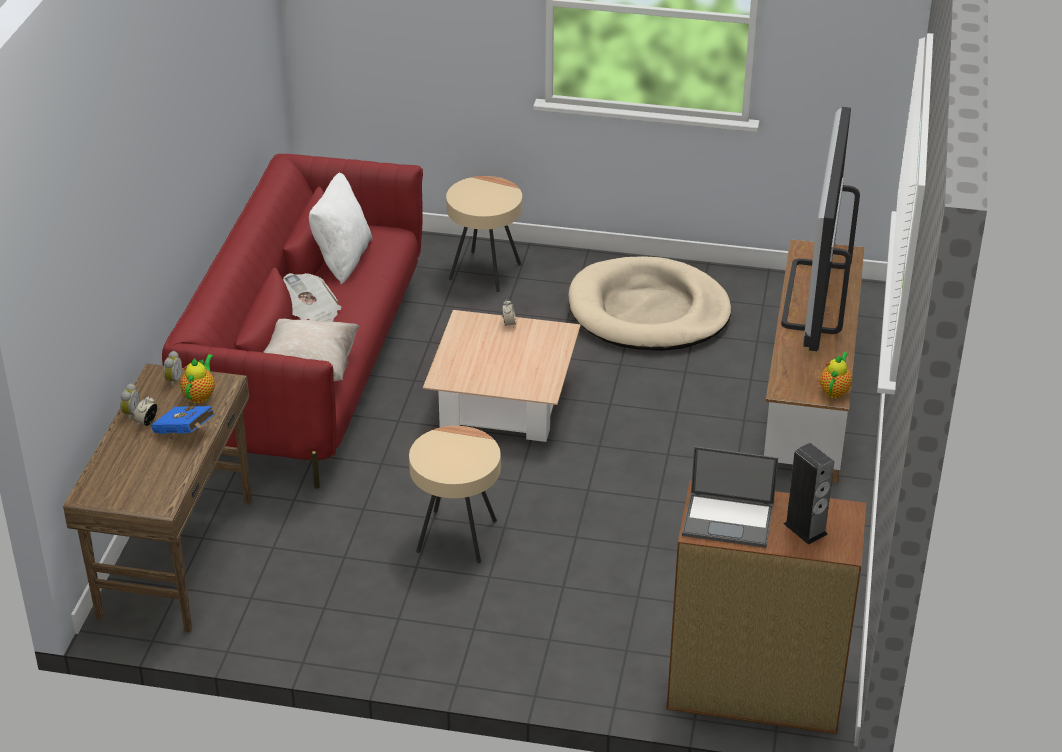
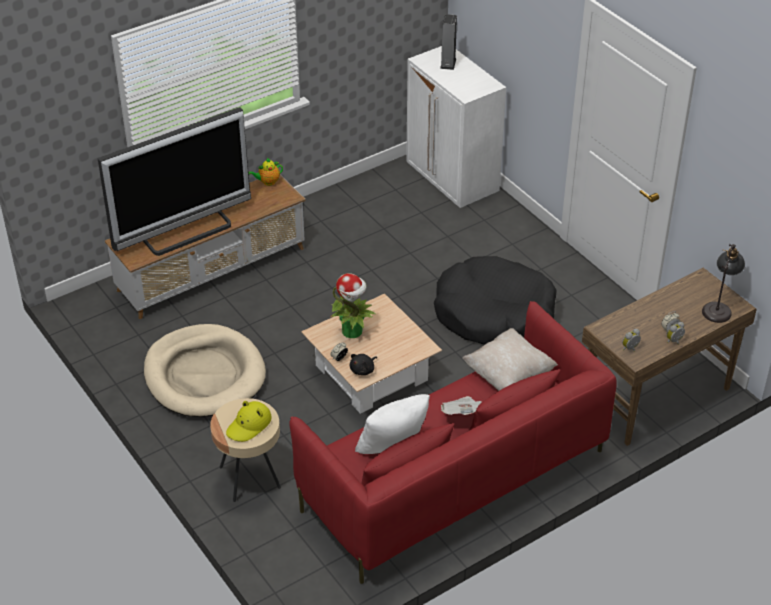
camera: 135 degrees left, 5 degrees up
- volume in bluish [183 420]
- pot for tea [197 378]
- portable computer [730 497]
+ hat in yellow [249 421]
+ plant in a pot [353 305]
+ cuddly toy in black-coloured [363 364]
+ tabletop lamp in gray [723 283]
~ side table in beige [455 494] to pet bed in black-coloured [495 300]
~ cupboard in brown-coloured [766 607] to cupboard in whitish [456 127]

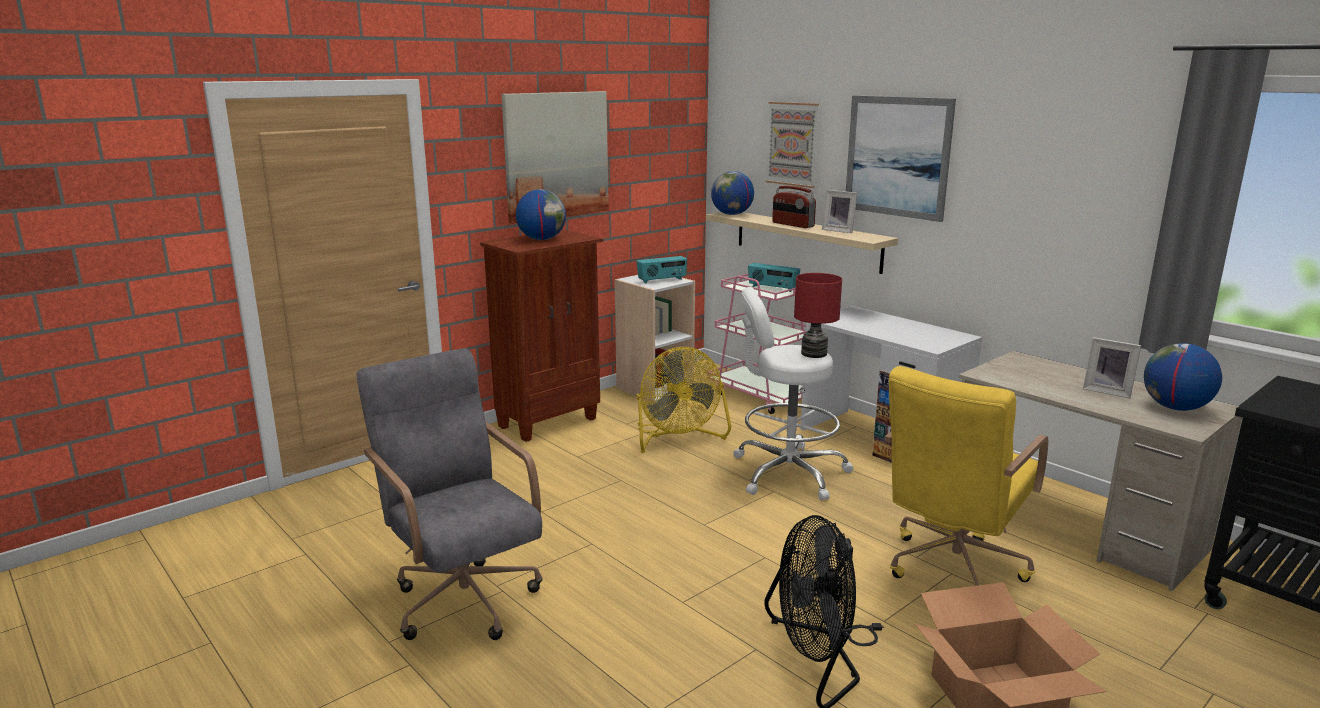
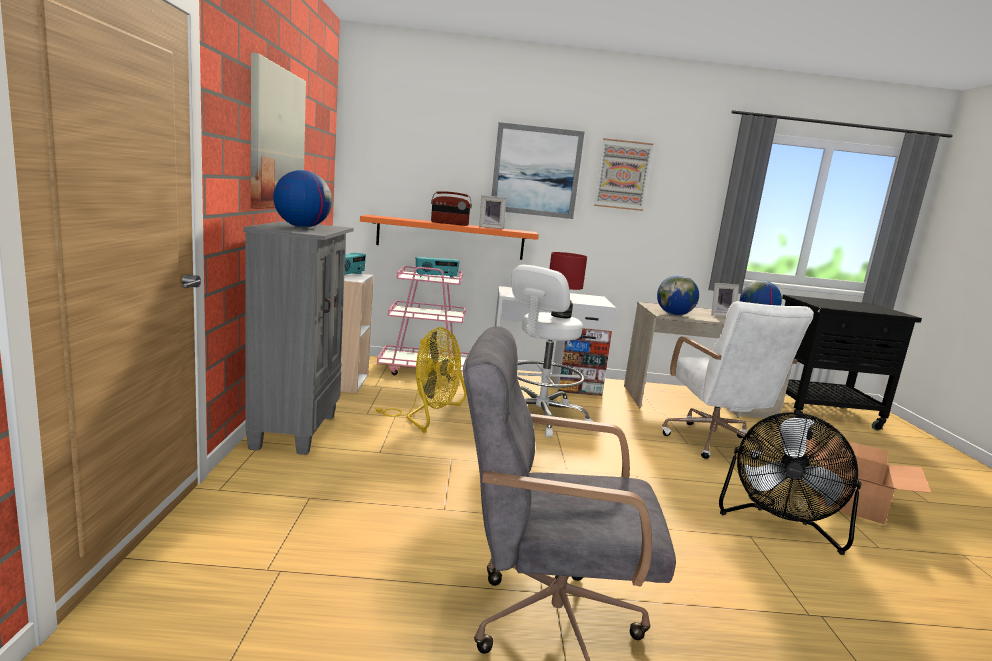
camera: 50 degrees left, 5 degrees down
~ world globe [732 193] to [678 295]
~ wall picture [792 145] to [624 174]
~ cupboard in brown-coloured [541 336] to cupboard in gray [299 338]
~ wall shelf in beige [802 243] to wall shelf in orange-coloured [449 237]
~ computer chair in yellow [966 476] to computer chair in whitish [737 380]

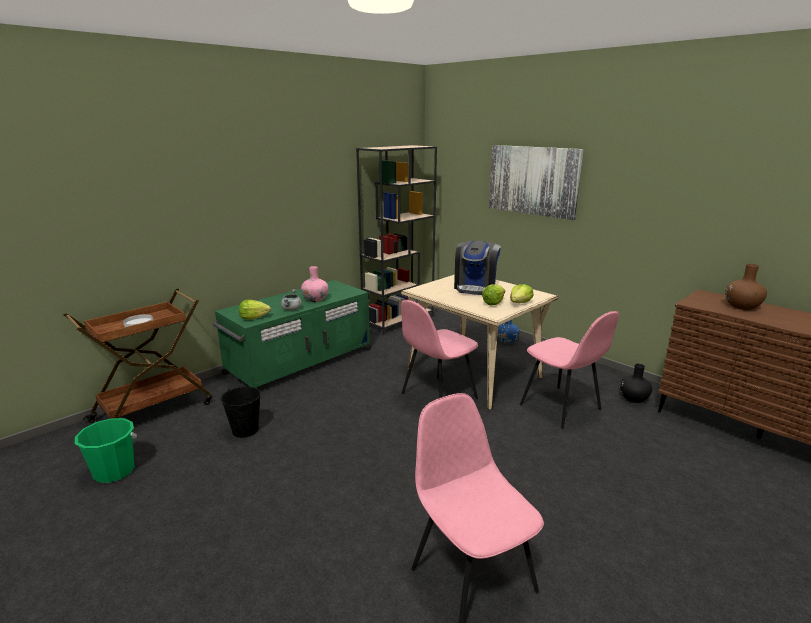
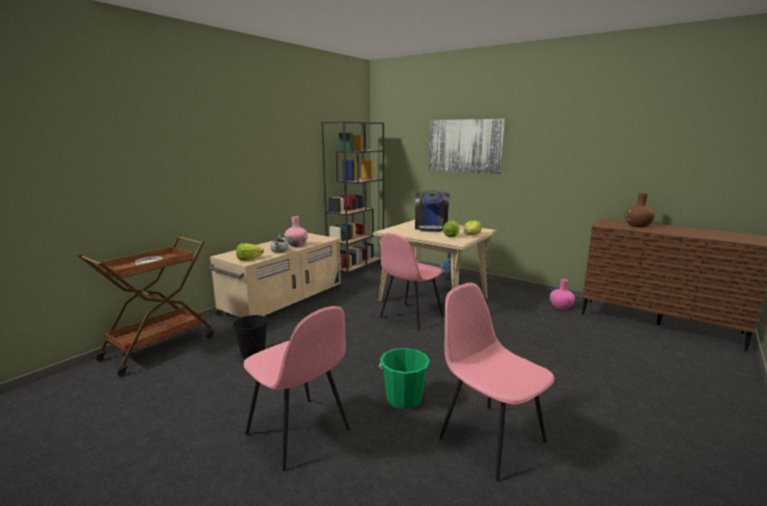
camera: 10 degrees left, 5 degrees down
~ pail in greenish [106 450] to [404 378]
~ plain chair in pink [569 370] to [297 388]
~ cupboard in greenish [292 334] to cupboard in beige [275 275]
~ vase in black-coloured [636 383] to vase in pink [562 294]

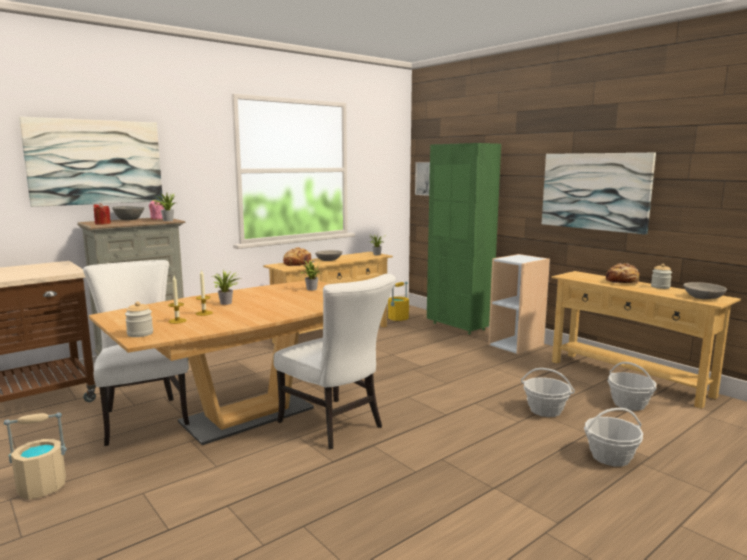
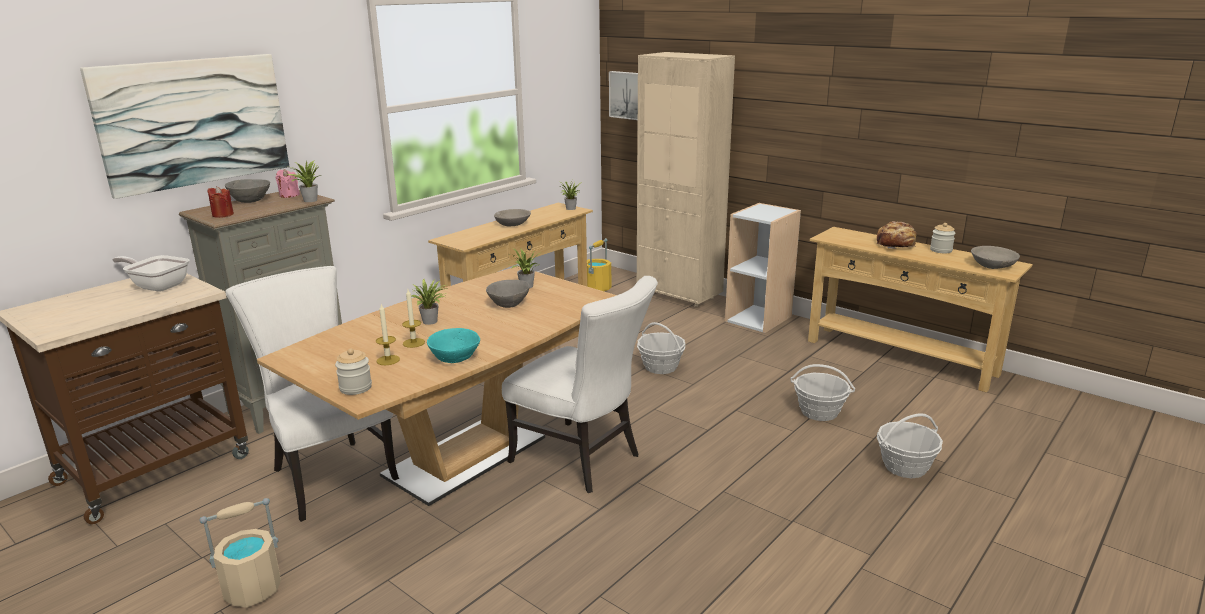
camera: 10 degrees left, 10 degrees up
- bakery bread [299 256]
- wall picture [599 194]
+ pan [151 273]
+ bowl in blue-green [453 345]
+ bowl in gray [508 294]
~ basket [632 386] to [661 348]
~ cupboard in greenish [464 238] to cupboard in beige [686 179]

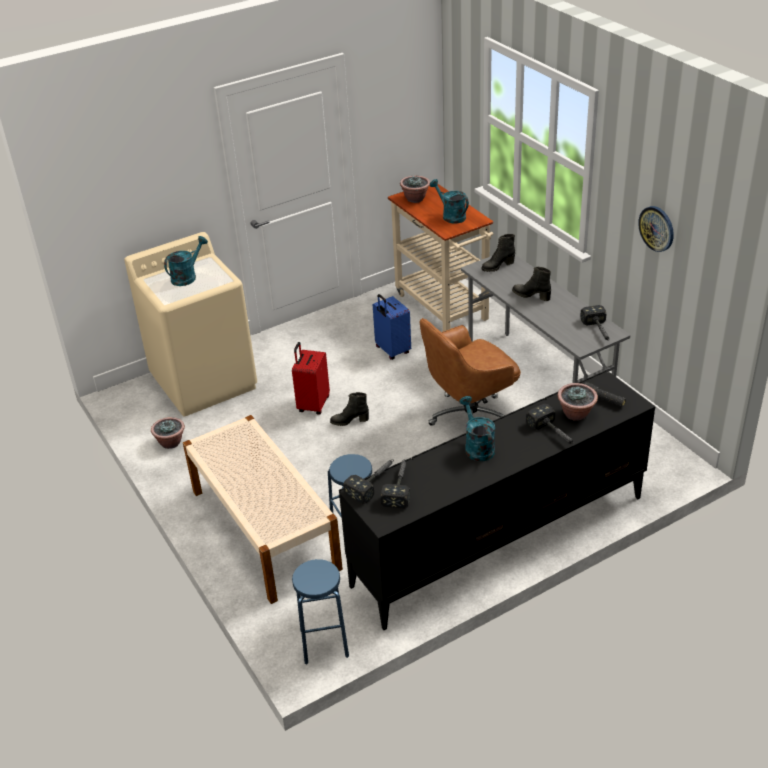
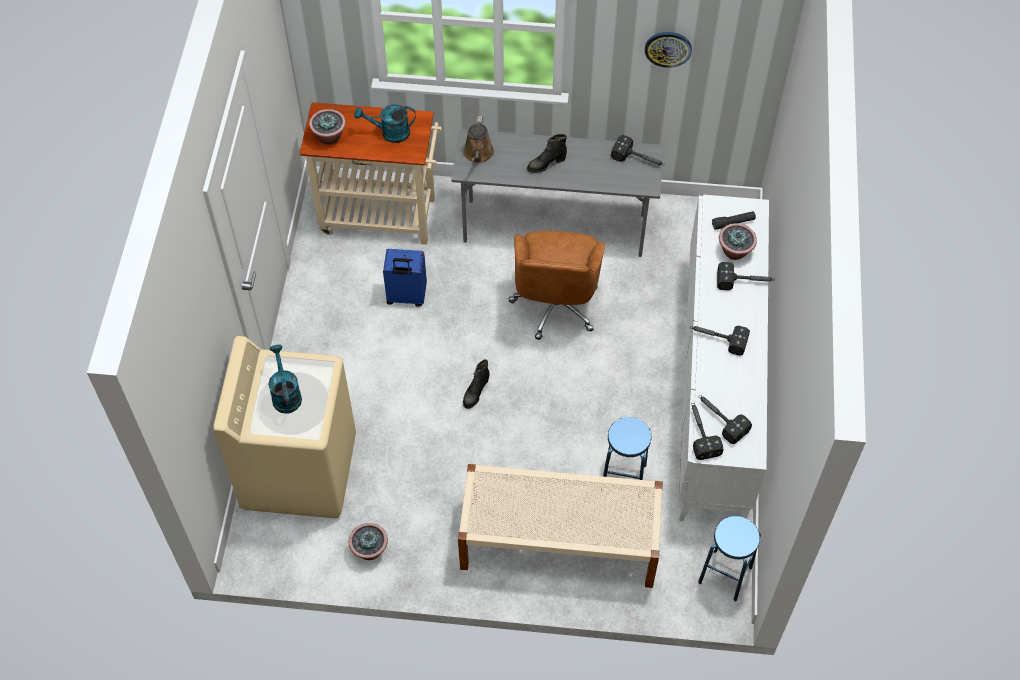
camera: 55 degrees left, 20 degrees up
- suitcase in red-coloured [311 378]
~ watering pot in blue-green [477 428] to tool hammer [720 340]
~ tall boot in black-coloured [498 253] to watering pot in brown-coloured [479 139]
~ cupboard in black-coloured [497 500] to cupboard in whitish [724 358]

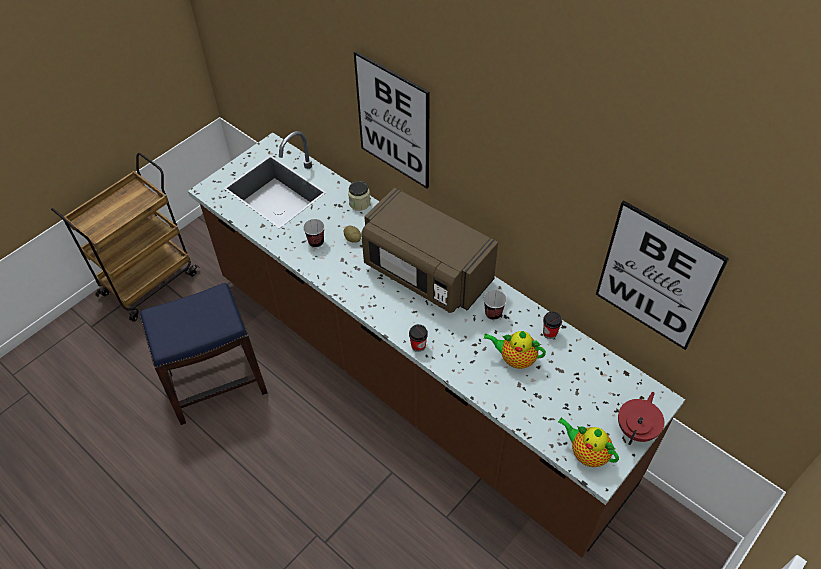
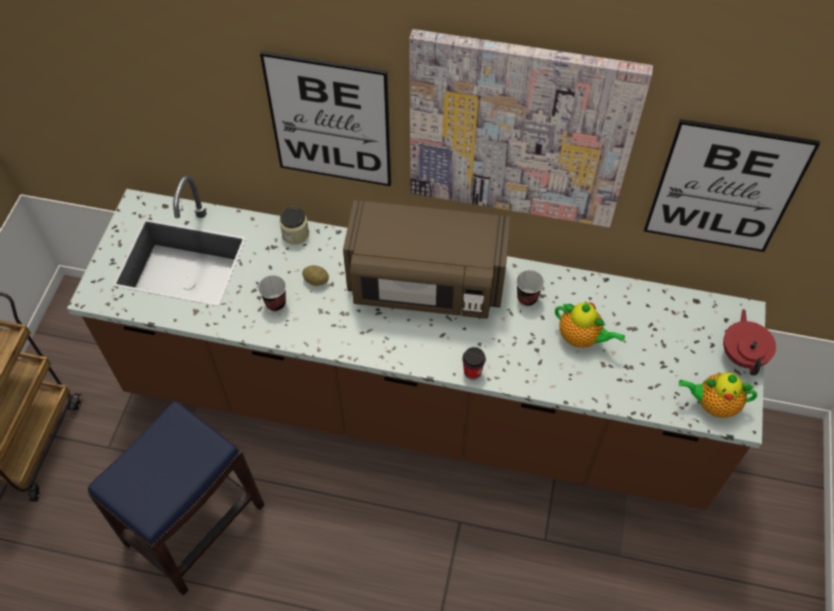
camera: 30 degrees left, 5 degrees up
- cup [552 325]
+ wall picture [531 128]
~ pot for tea [515 350] = [590 325] 135 degrees counterclockwise

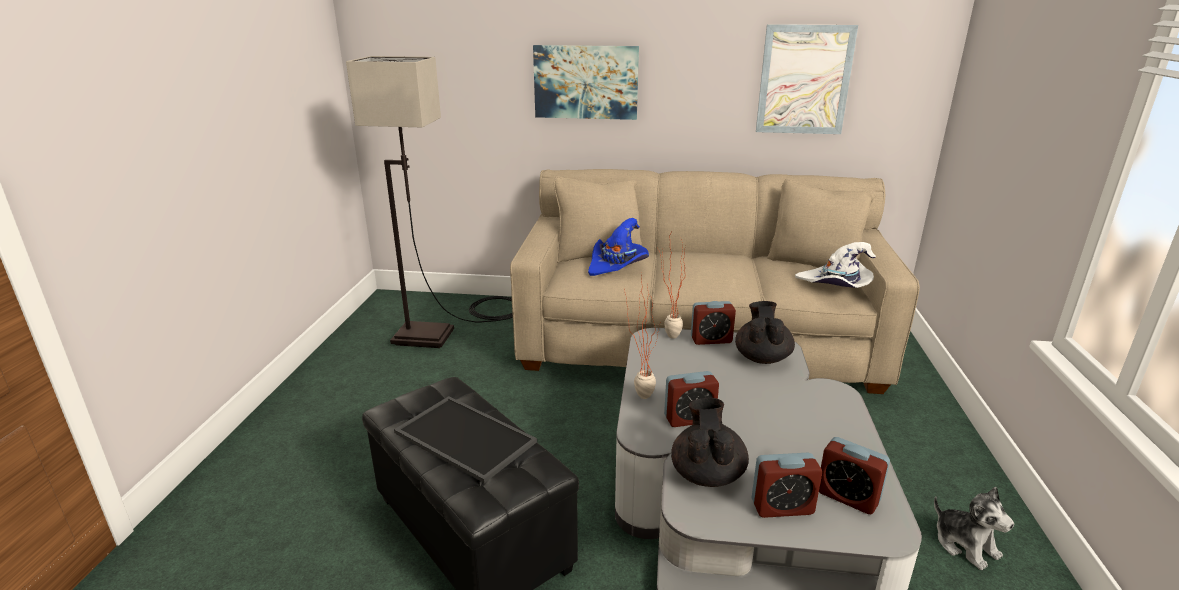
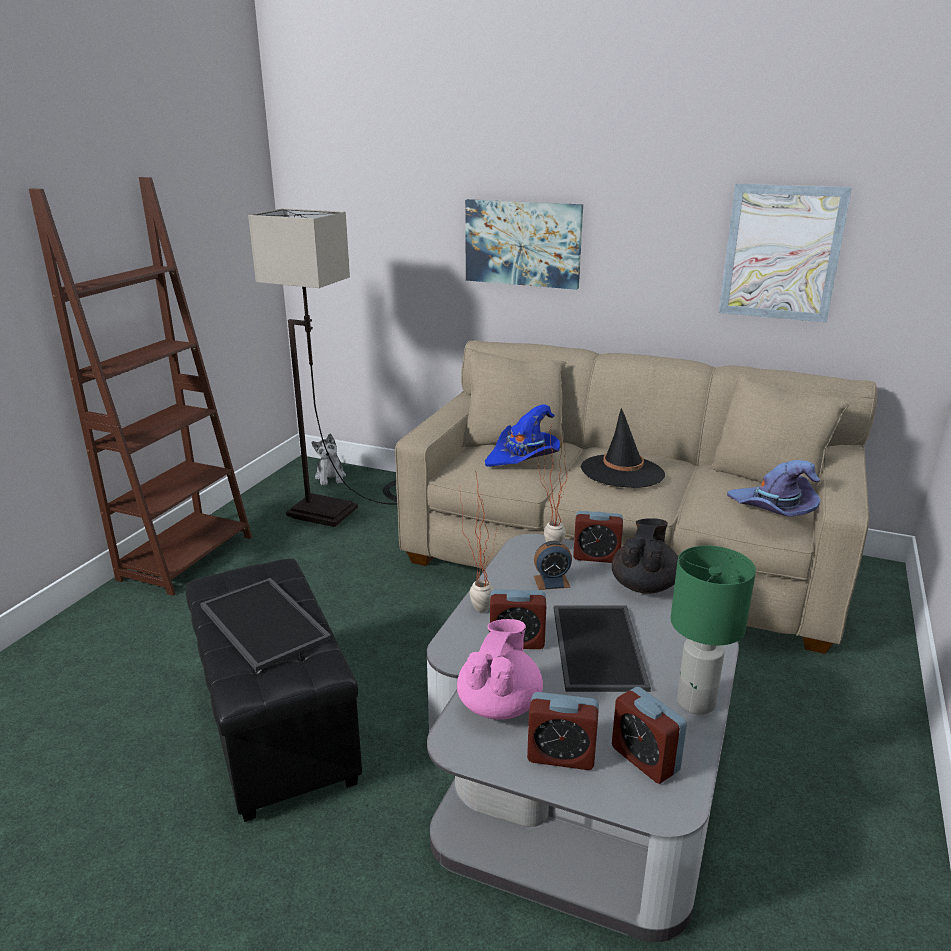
camera: 15 degrees right, 0 degrees up
+ bookshelf in brown-coloured [140 386]
+ table clock [553 565]
+ serving tray [602 649]
+ hat in black-coloured [623 448]
+ tabletop lamp in greenish [713 630]
~ cuddly toy [974 528] to [329 459]
~ pot for tea in black-coloured [710 442] to pot for tea in pink [500 669]
~ hat in whitish [835 265] to hat in purplish [773 488]

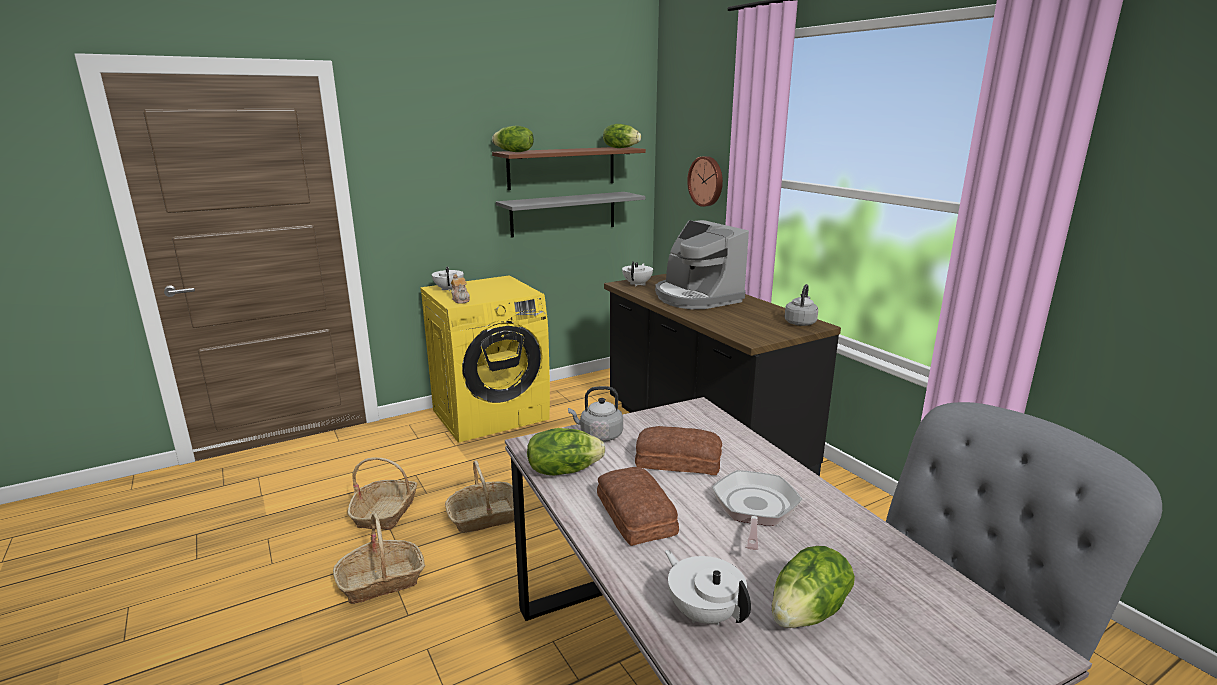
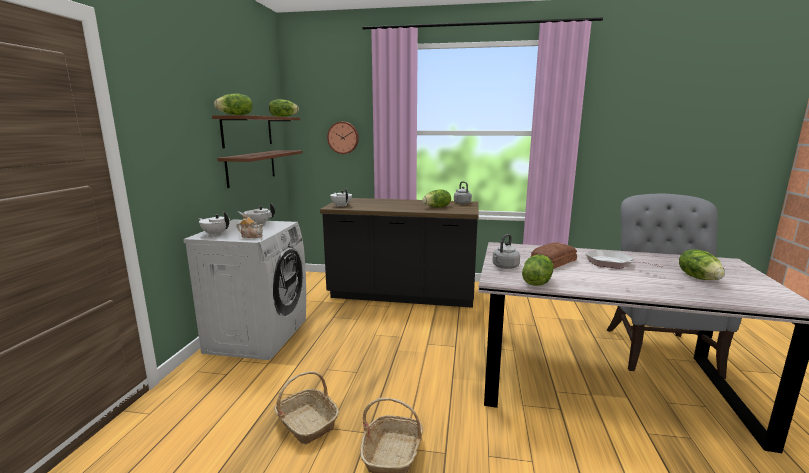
camera: 50 degrees left, 5 degrees down
- basket [479 496]
- bakery bread [638 506]
- coffee machine [702 264]
+ head of lettuce [436 198]
~ pot for tea in whitish [708 587] to [256 214]
~ washing machine in yellow [485 358] to washing machine in whitish [244 289]
~ wall shelf in gray [570 215] to wall shelf in brown-coloured [260 169]

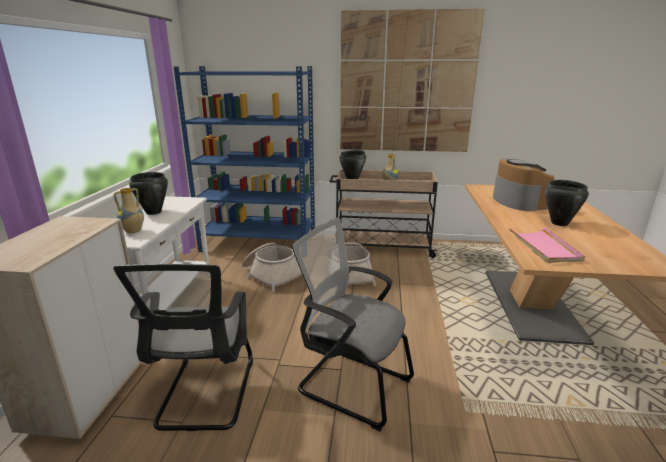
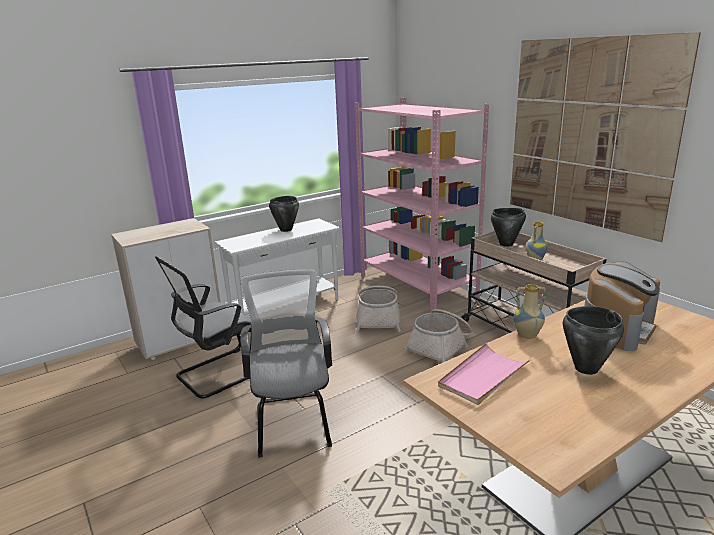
camera: 50 degrees right, 0 degrees up
~ vase [129 210] to [529 311]
~ bookshelf in bluish [244 159] to bookshelf in pink [422 205]

